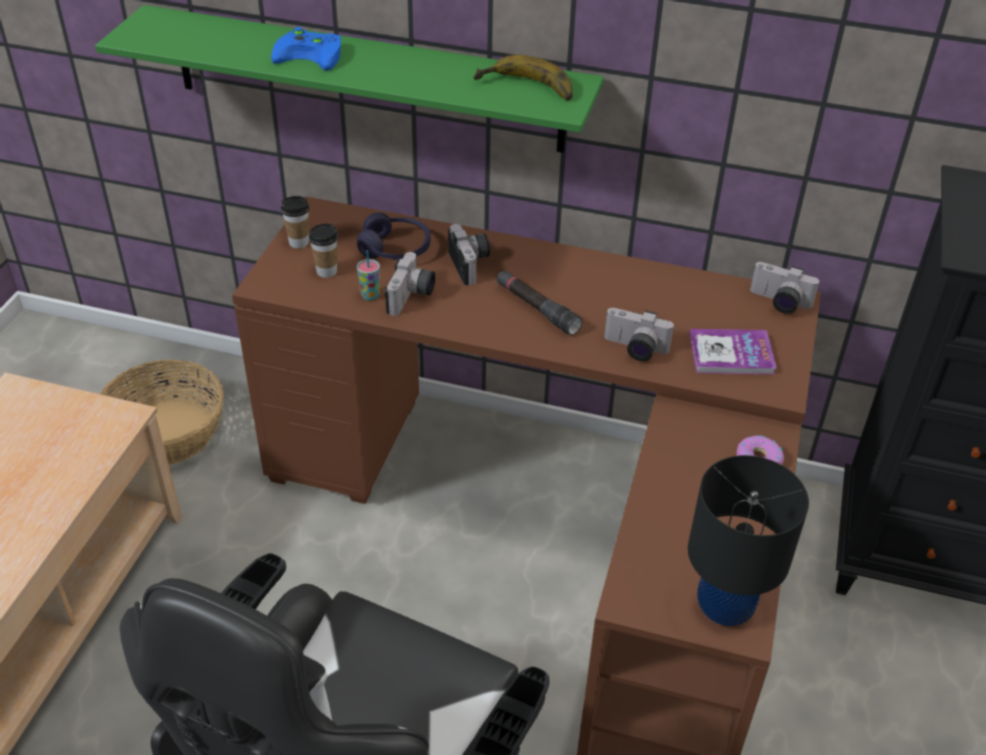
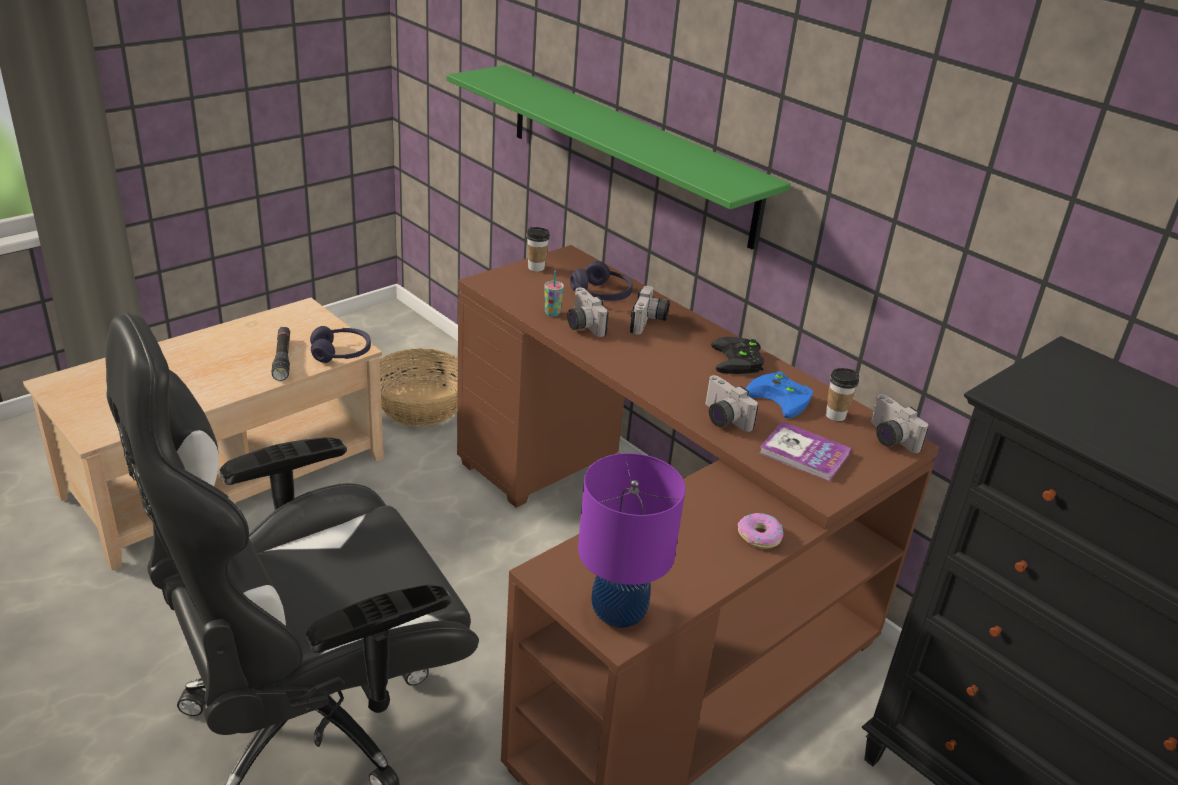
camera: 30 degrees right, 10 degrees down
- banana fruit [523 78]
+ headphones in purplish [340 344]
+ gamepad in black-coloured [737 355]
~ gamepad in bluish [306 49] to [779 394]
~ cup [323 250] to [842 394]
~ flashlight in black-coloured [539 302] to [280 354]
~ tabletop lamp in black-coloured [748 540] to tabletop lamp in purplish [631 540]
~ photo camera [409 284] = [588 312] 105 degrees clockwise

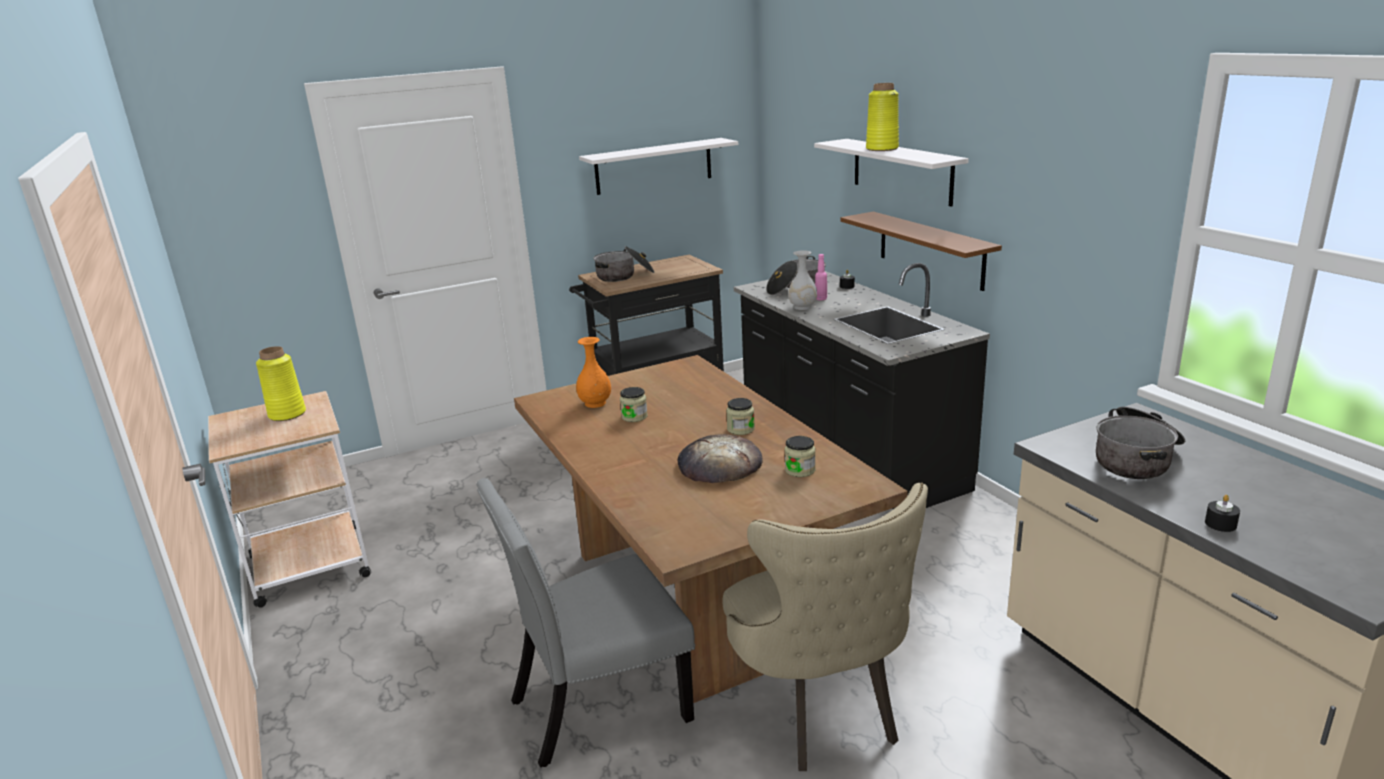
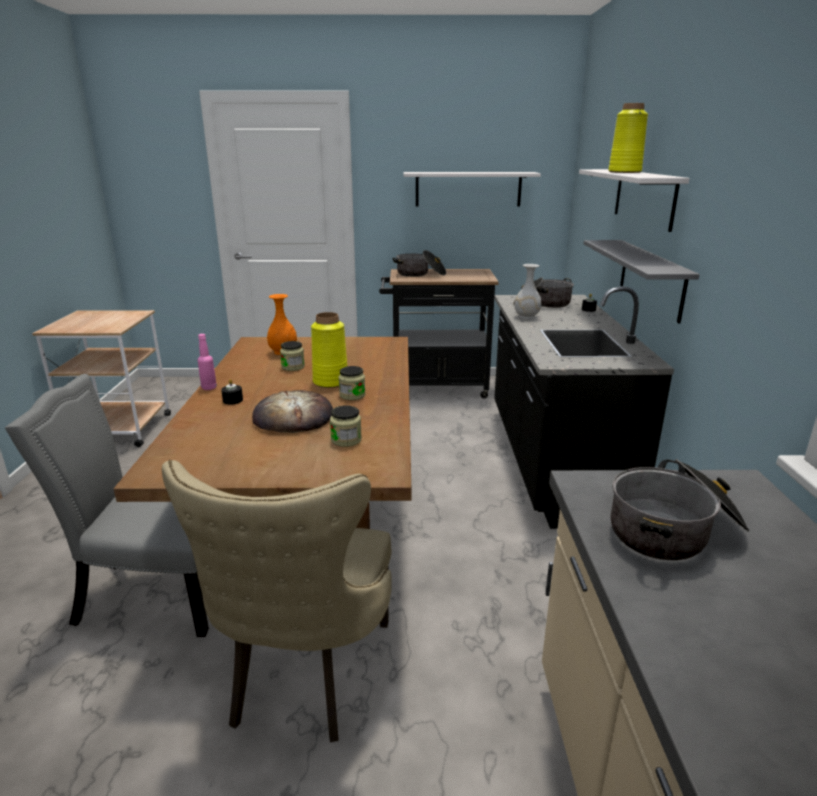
camera: 25 degrees right, 0 degrees up
~ vase in yellow [281 383] to [329 350]
~ drink bottle in pink [821 277] to [207 362]
~ candle in black-coloured [1222 513] to [232 392]
~ wall shelf in brown-coloured [921 251] to wall shelf in gray [642 282]

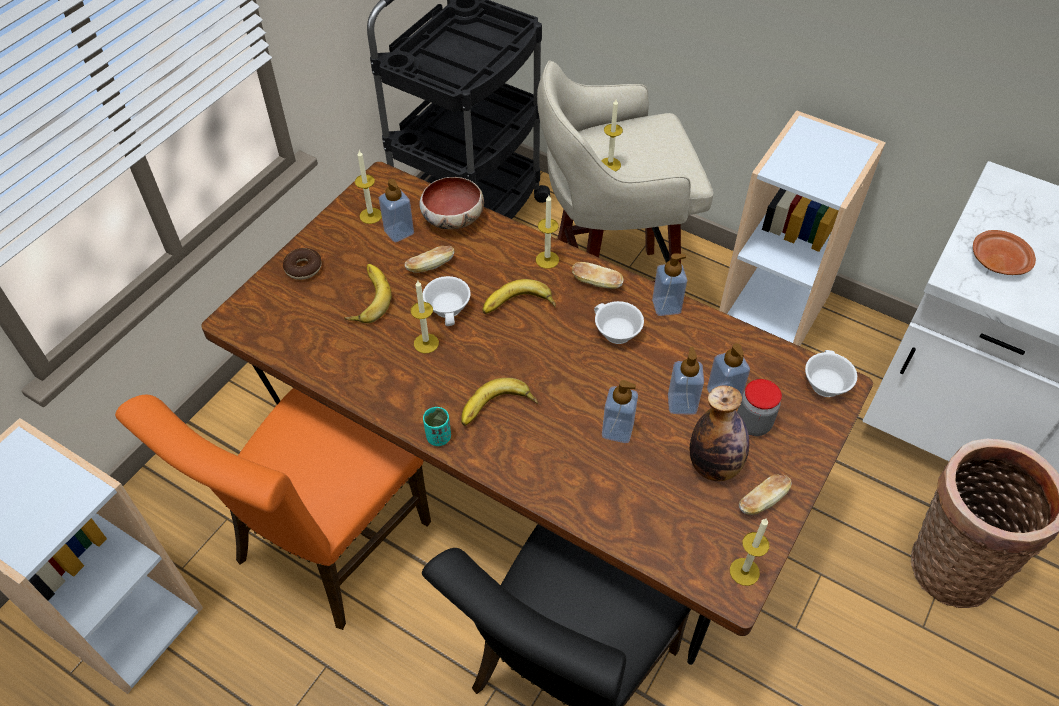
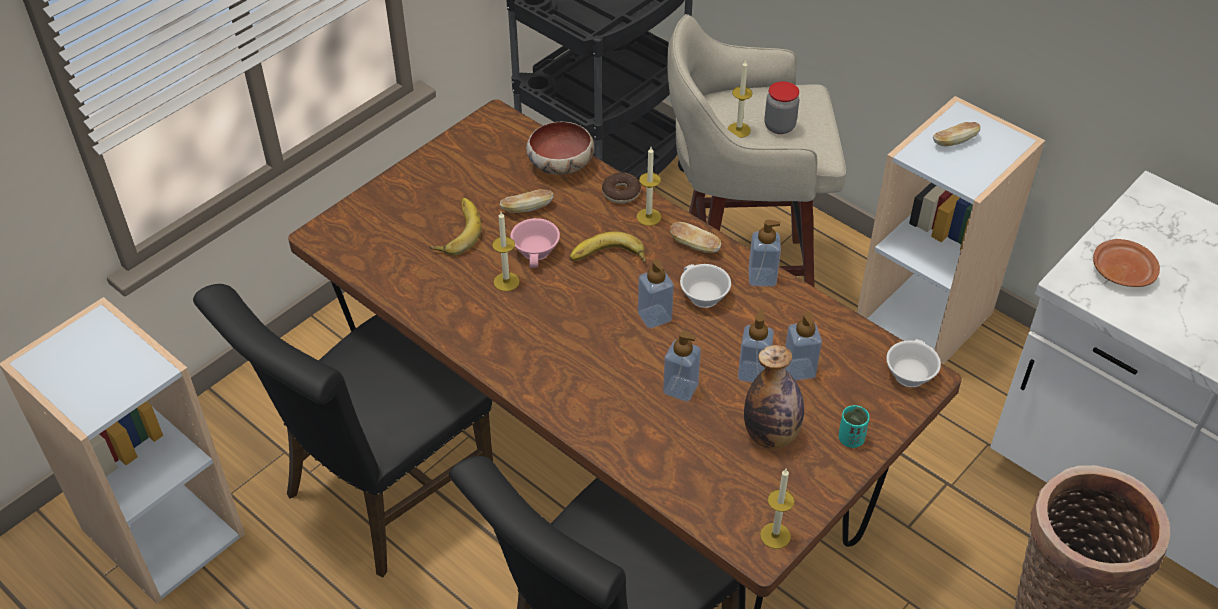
camera: 10 degrees right, 5 degrees down
- candle [368 187]
- banana fruit [499 402]
~ doughnut [302 264] to [621 187]
~ soap bottle [396 210] to [656 294]
~ cup in blue-green [437 426] to [854 426]
~ jar [759 407] to [782 107]
~ bakery bread [765 494] to [957 134]
~ plain chair in orange-coloured [273 509] to plain chair in black-coloured [343 430]
~ cup in whitish [447 301] to cup in pink [535 243]

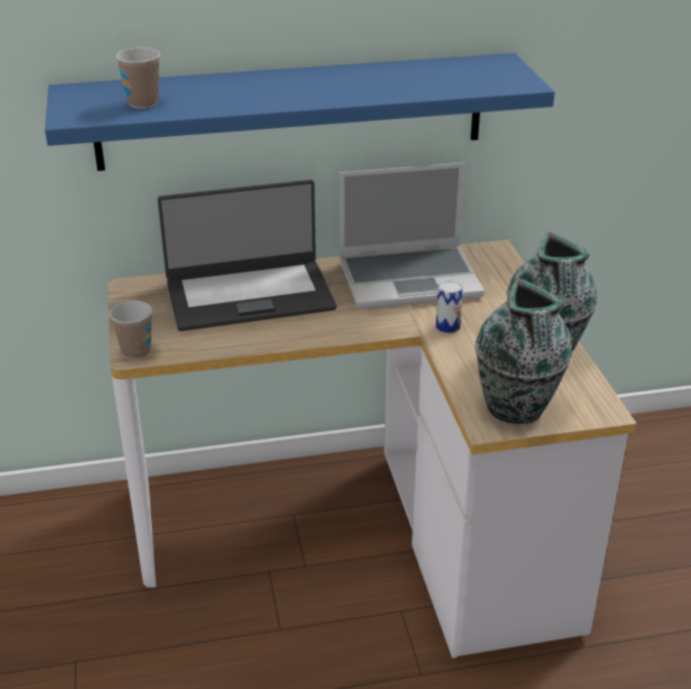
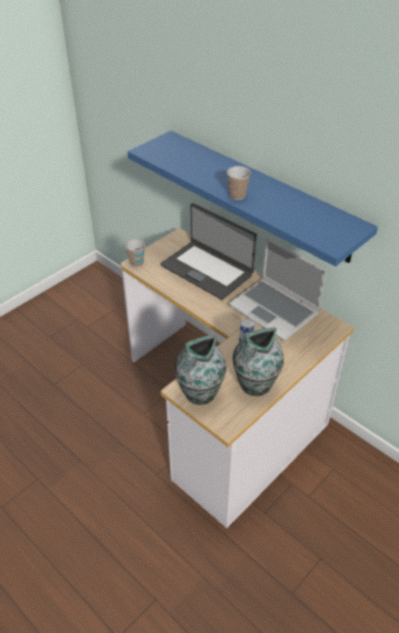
camera: 55 degrees right, 10 degrees up
~ cup [138 78] to [239 183]

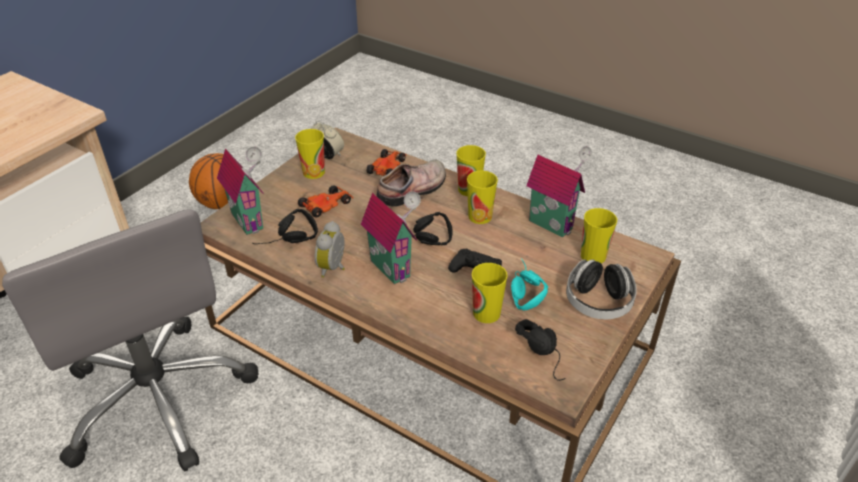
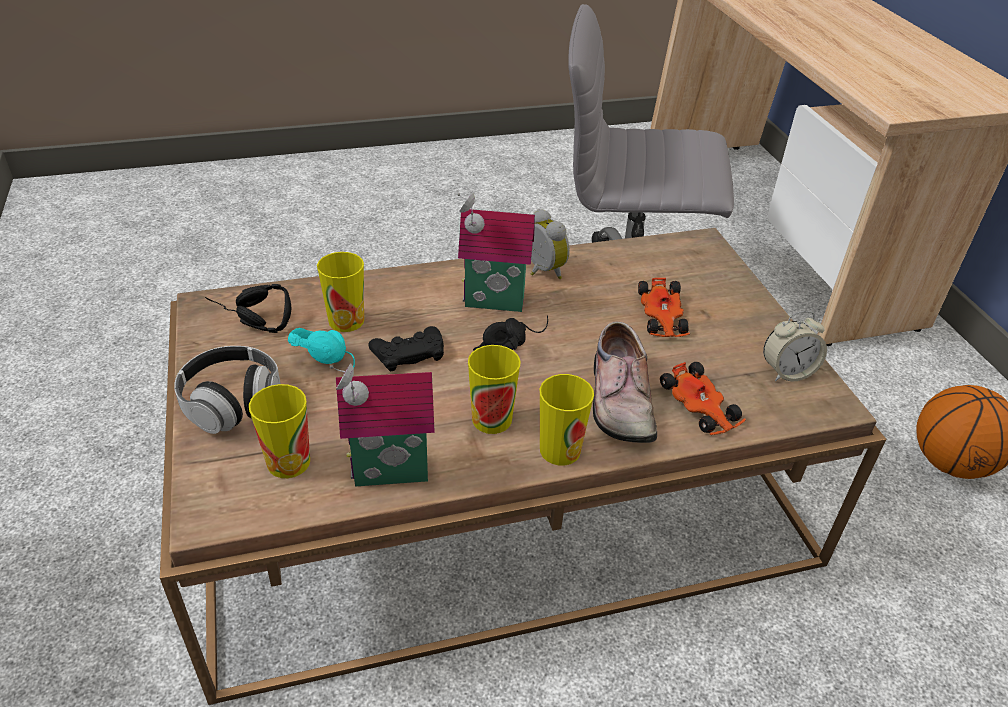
camera: 130 degrees right, 0 degrees up
- miniature house [240 190]
- headphones in black-coloured [285 226]
- cup [310 154]

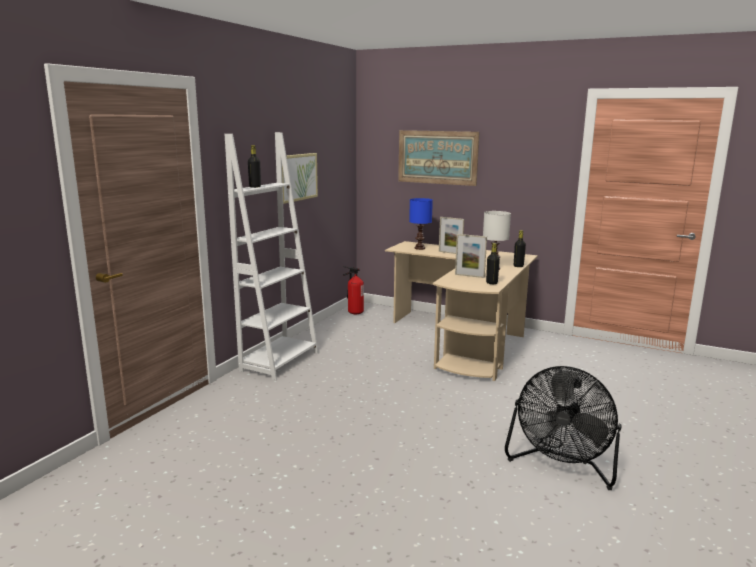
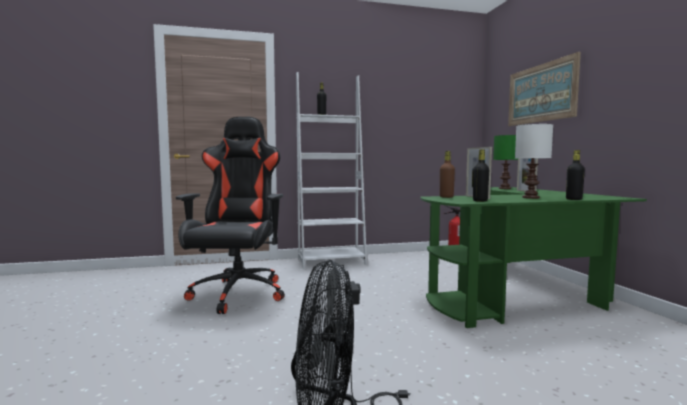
camera: 50 degrees right, 10 degrees down
- wall picture [300 178]
+ computer chair in black-coloured [230 215]
+ drink bottle in brown-coloured [447 174]
~ desk unit in beige [461 311] to desk unit in greenish [533 257]
~ tabletop lamp in bluish [421 224] to tabletop lamp in greenish [505 162]

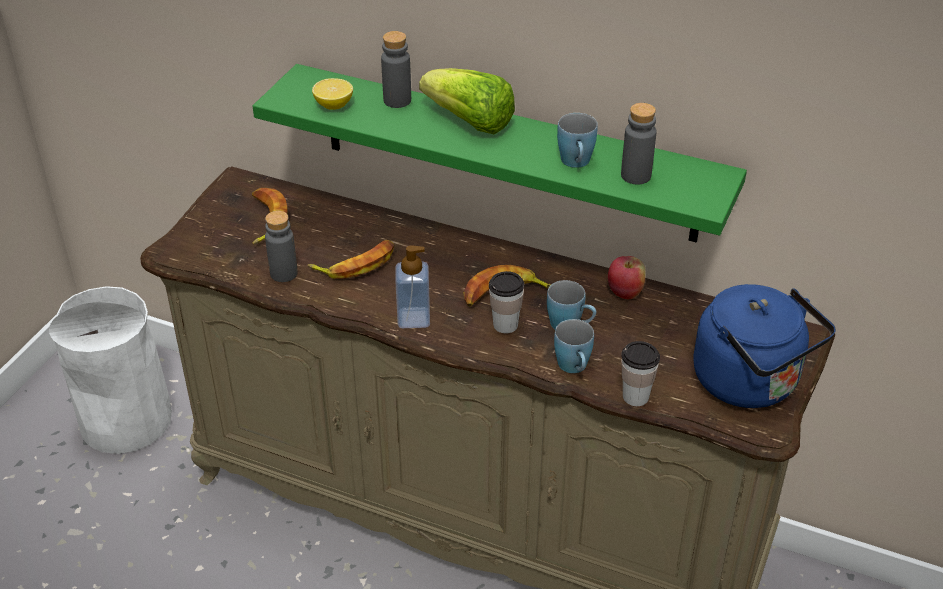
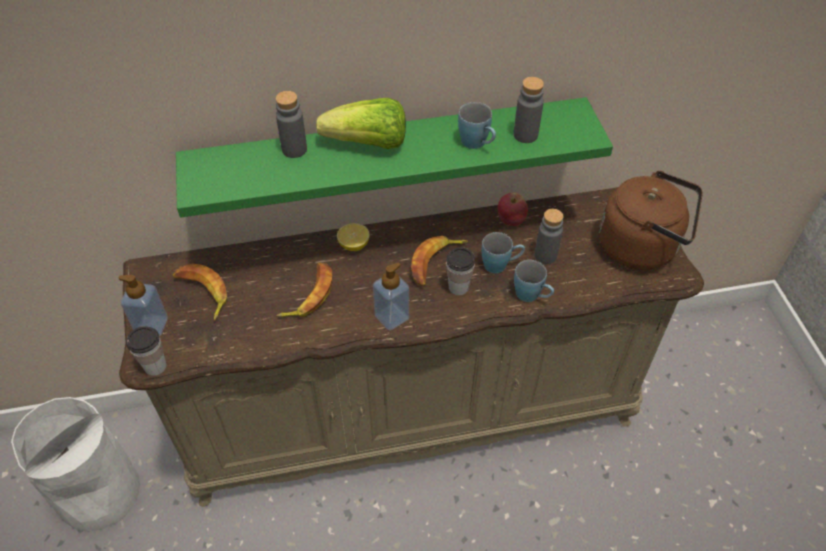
camera: 35 degrees left, 10 degrees up
+ soap bottle [143 306]
~ drink bottle in gray [281 246] to [549 236]
~ lemon [332 94] to [353 237]
~ cup [640 373] to [146 351]
~ water kettle in bluish [764 346] to water kettle in brown-coloured [651 220]

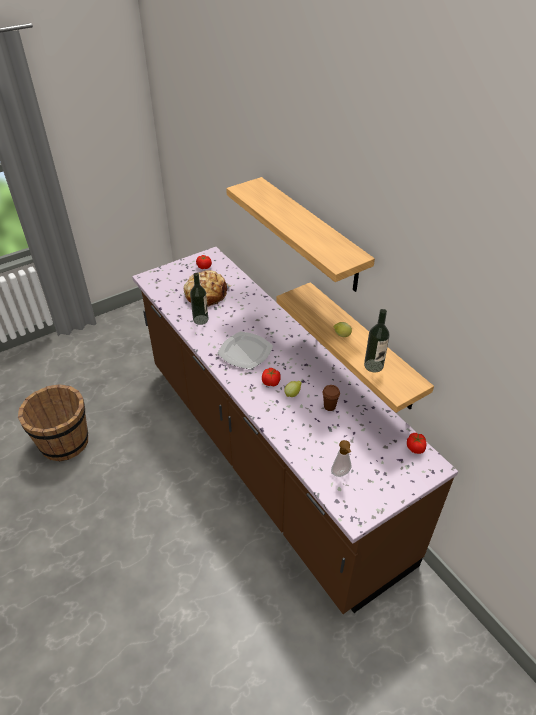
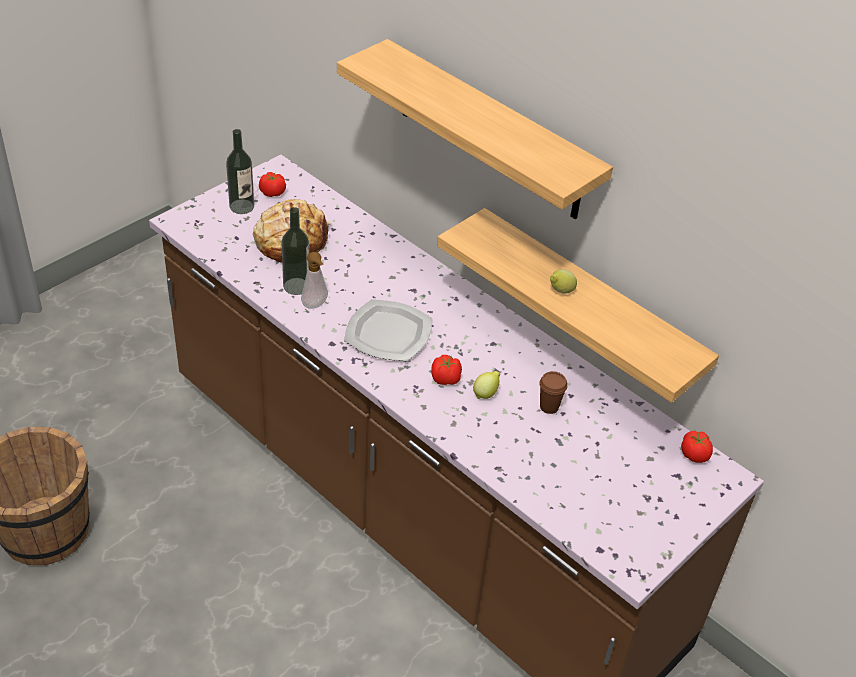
camera: 15 degrees left, 0 degrees up
~ soap bottle [341 458] to [314 280]
~ drink bottle [376 340] to [240 171]

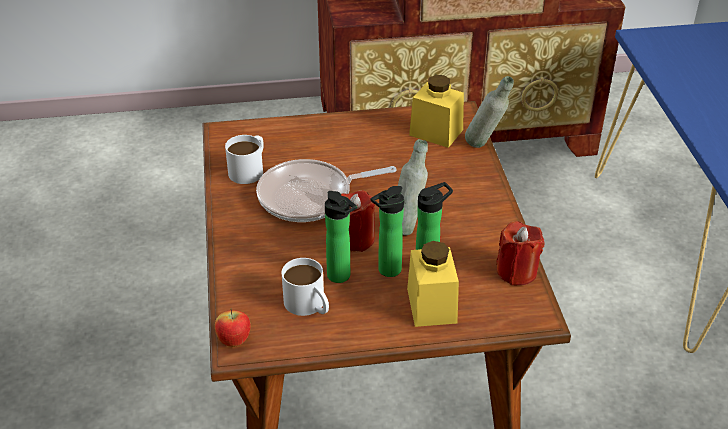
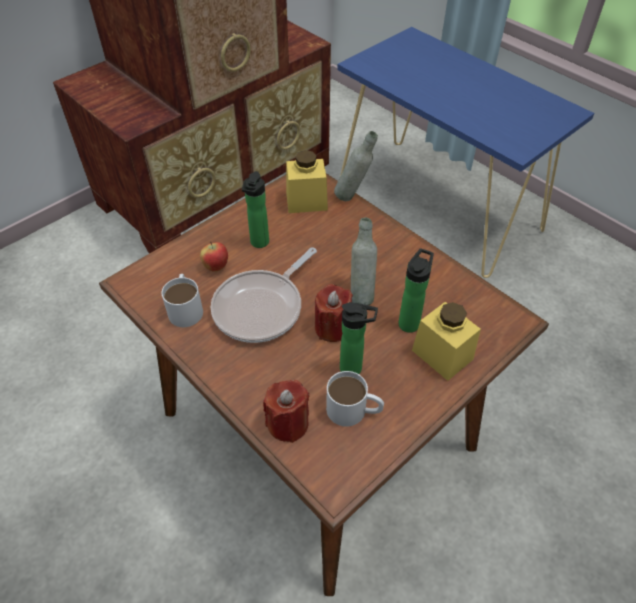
camera: 35 degrees left, 10 degrees up
~ apple fruit [233 327] to [214 257]
~ drink bottle [387 231] to [255 209]
~ candle in red-coloured [520 253] to [286 411]

